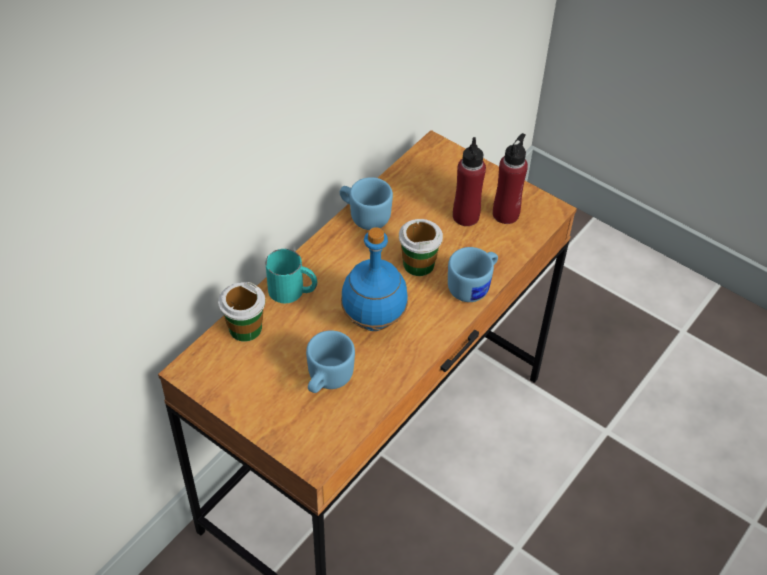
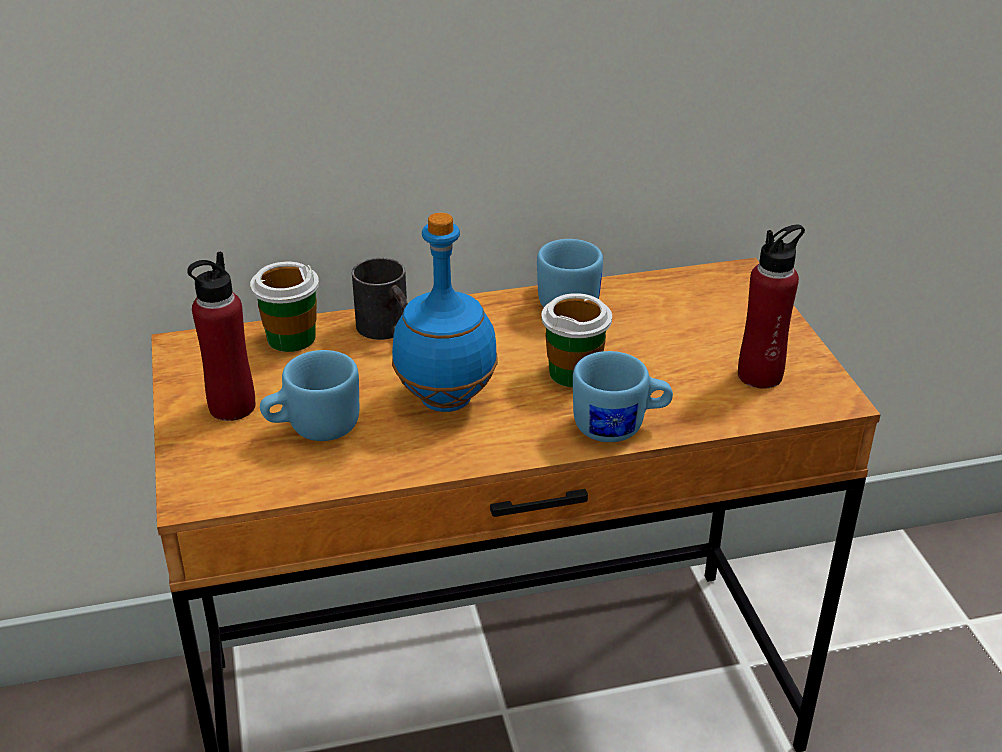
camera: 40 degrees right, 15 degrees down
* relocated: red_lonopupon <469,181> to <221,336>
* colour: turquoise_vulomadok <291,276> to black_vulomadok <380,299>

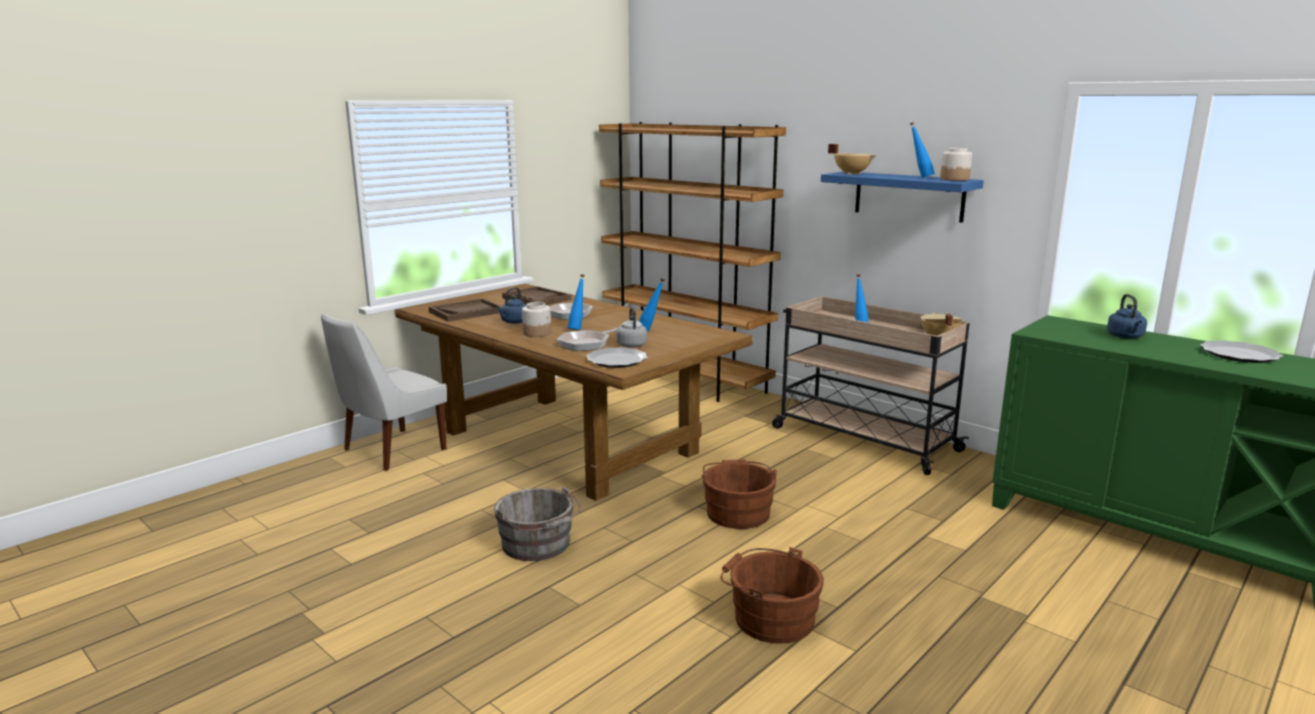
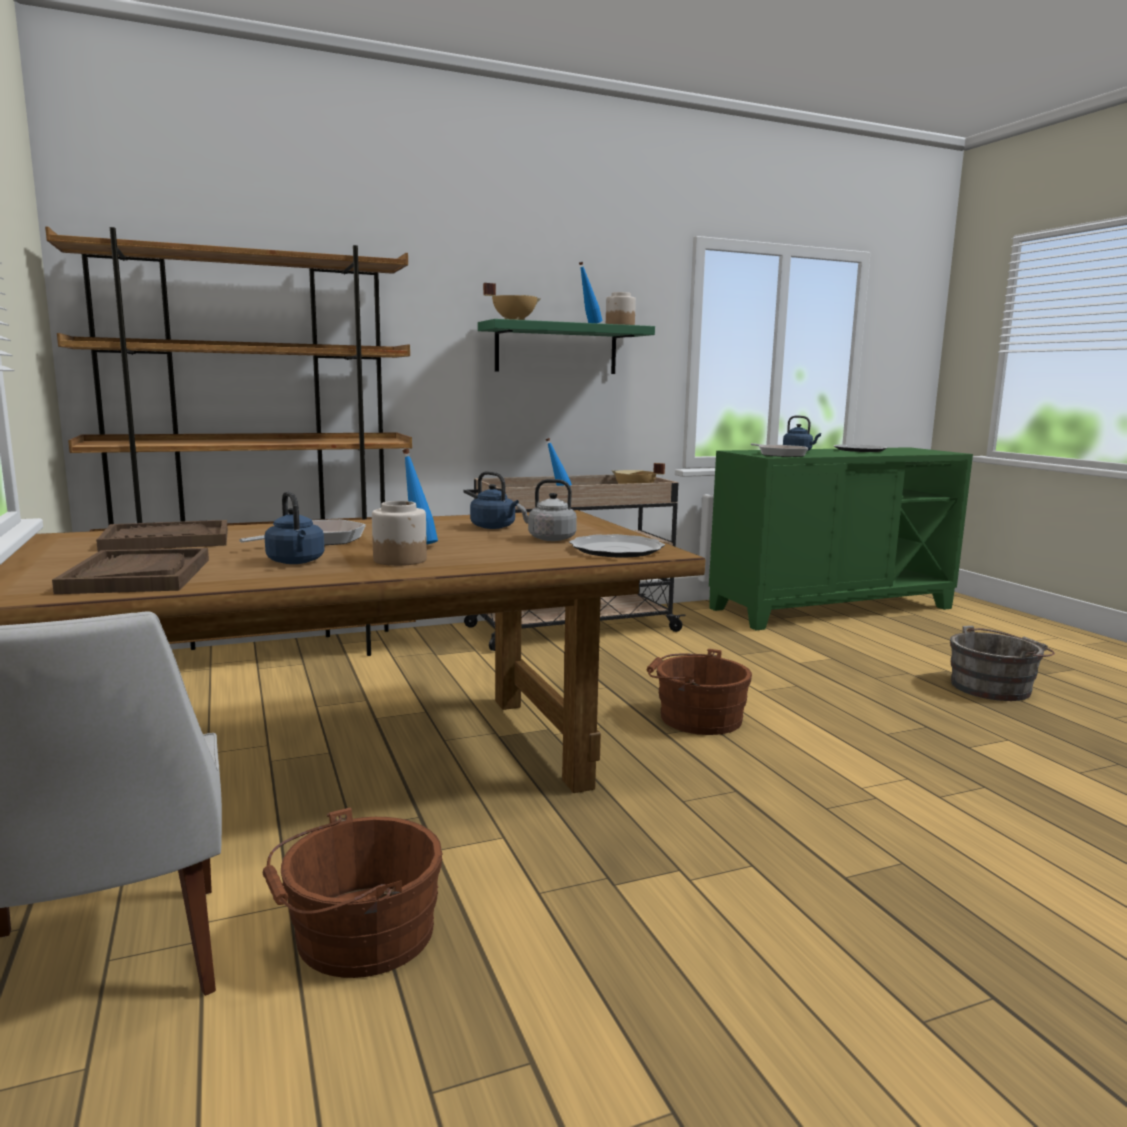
camera: 65 degrees left, 5 degrees down
* relocated: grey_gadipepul <537,523> to <1002,663>
* relocated: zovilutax <587,339> to <779,450>
* relocated: brown_gadipepul <772,595> to <353,892>
* exchanged: blue_lonopupon <651,305> to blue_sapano <494,500>
* colour: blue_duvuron <902,197> to green_duvuron <566,346>

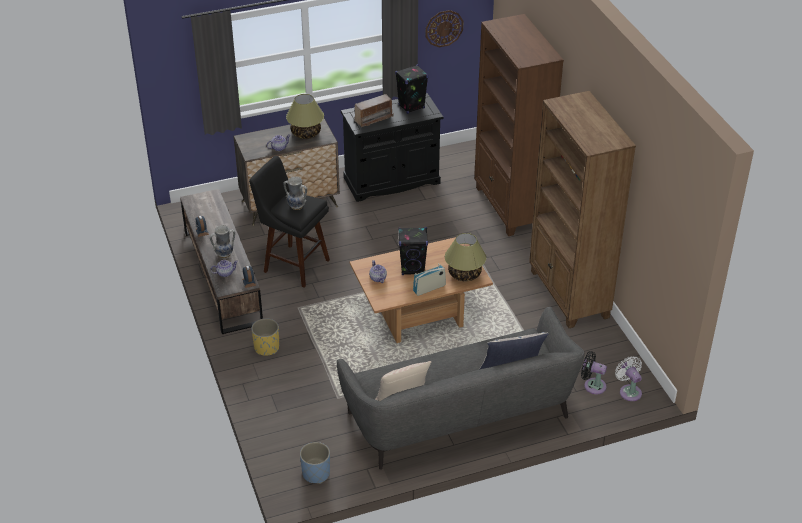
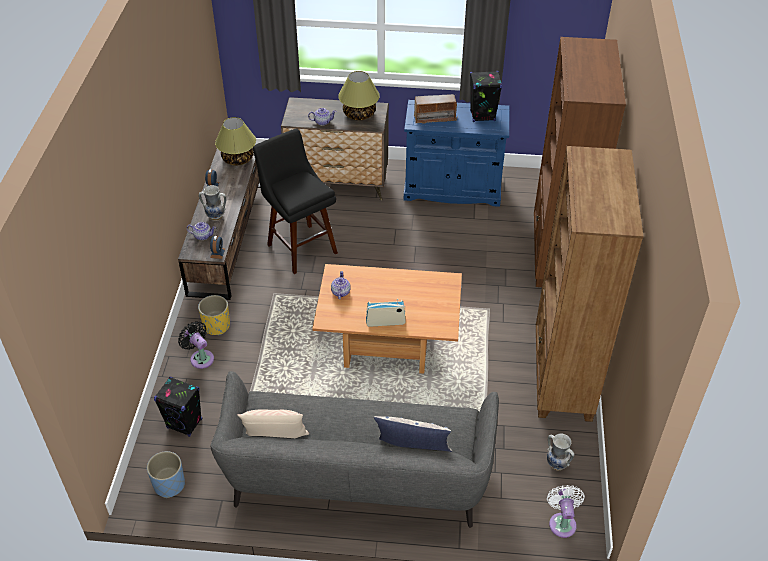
camera: 25 degrees right, 5 degrees up
* missing: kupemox <445,28>
* relocated: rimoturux <295,193> to <561,451>
* relocated: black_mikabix <413,251> to <178,407>
* relocated: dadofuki <465,257> to <235,141>
* relocated: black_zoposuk <594,372> to <196,345>
* colour: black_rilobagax <392,147> to blue_rilobagax <456,153>

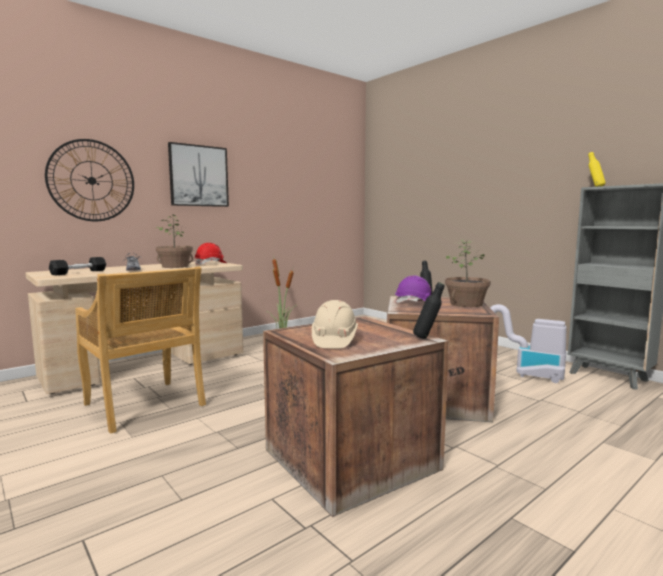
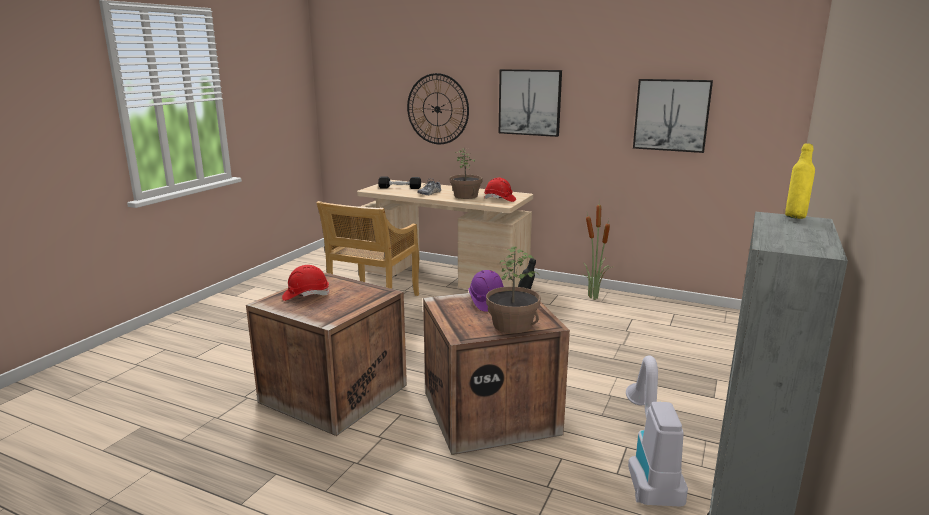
camera: 65 degrees right, 10 degrees up
* missing: black_lonopupon <428,310>
* appeared: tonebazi <673,116>
* colour: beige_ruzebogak <335,324> to red_ruzebogak <306,283>

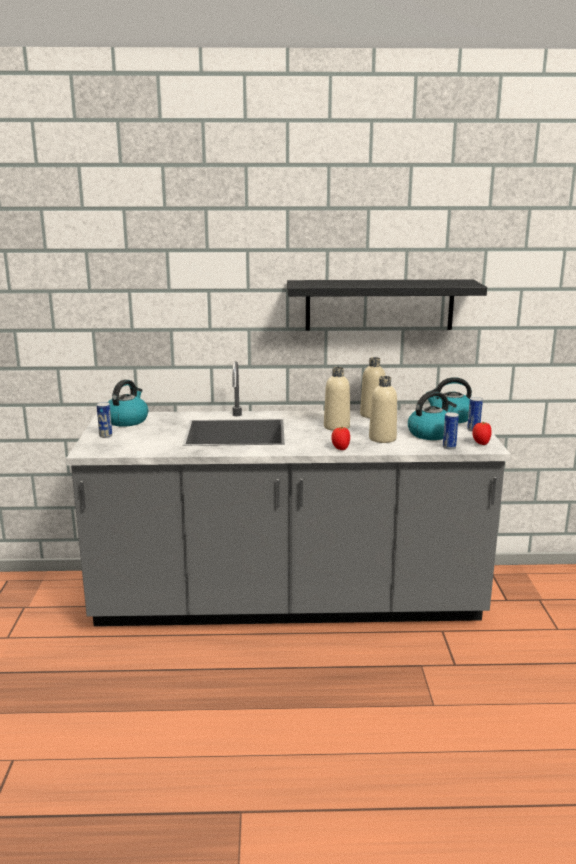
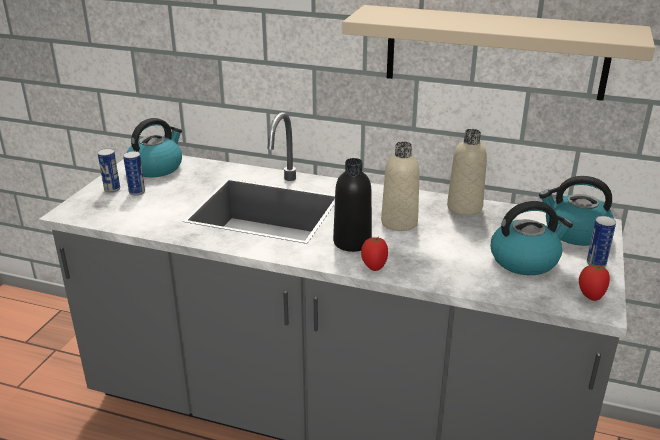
camera: 20 degrees right, 10 degrees up
* missing: beige_lonopupon <383,409>
* appeared: black_lonopupon <352,205>
* relocated: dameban <451,431> to <134,173>
* colour: black_duvuron <387,305> to beige_duvuron <498,53>

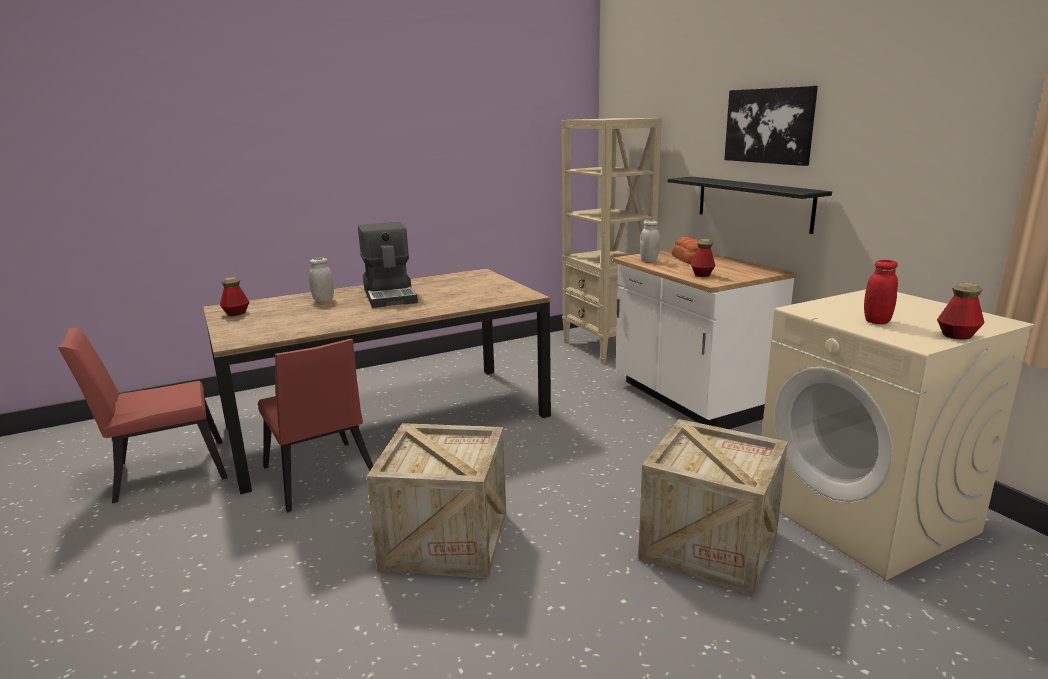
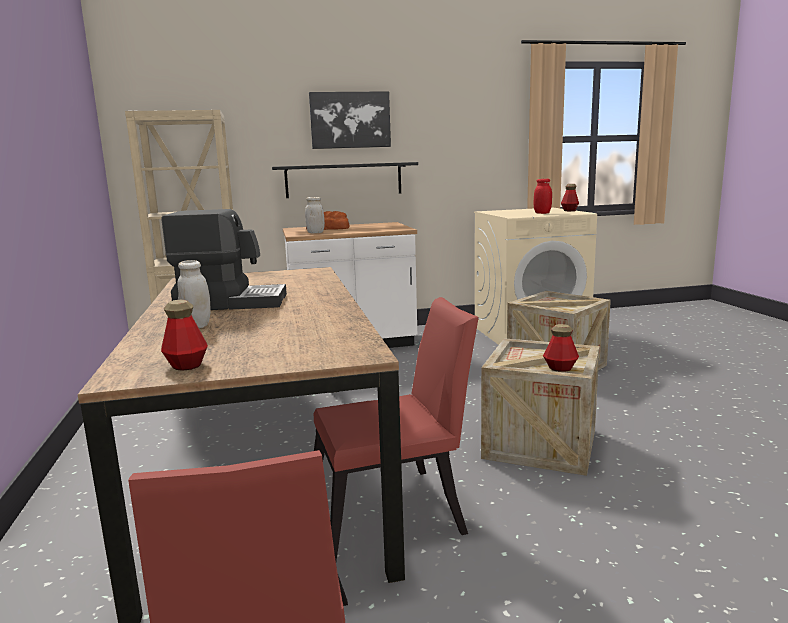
camera: 75 degrees left, 5 degrees down
* relocated: lonopupon <703,258> to <561,348>

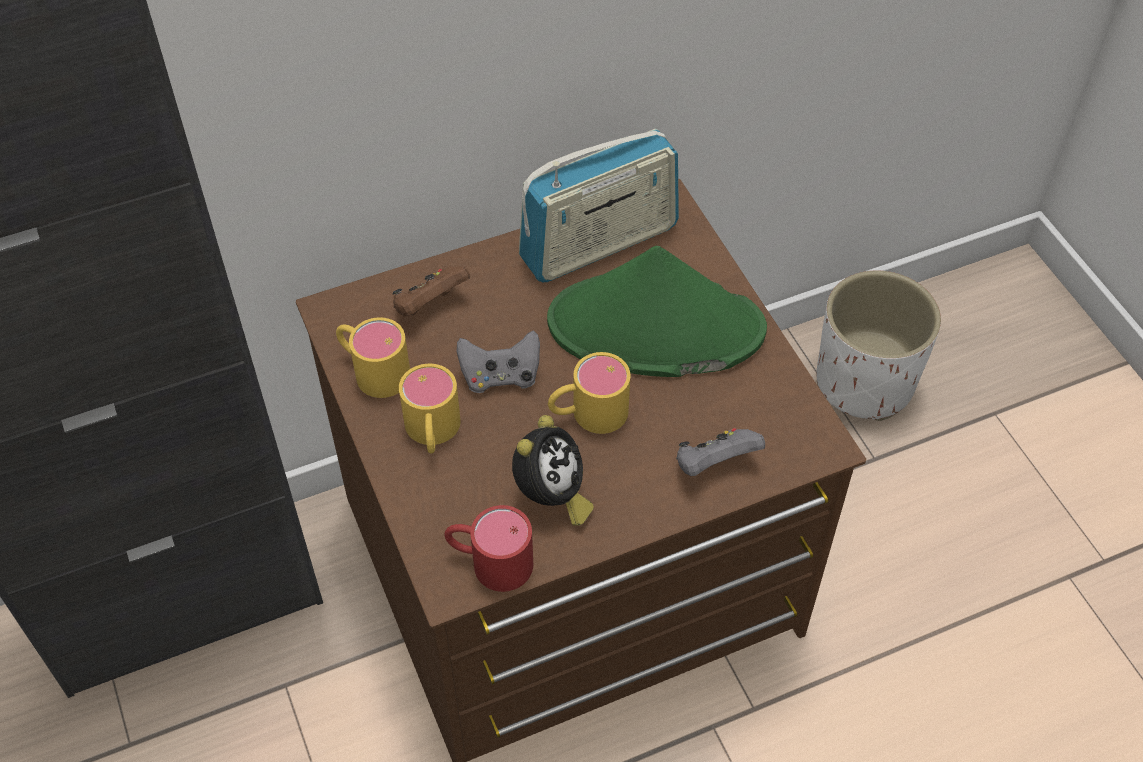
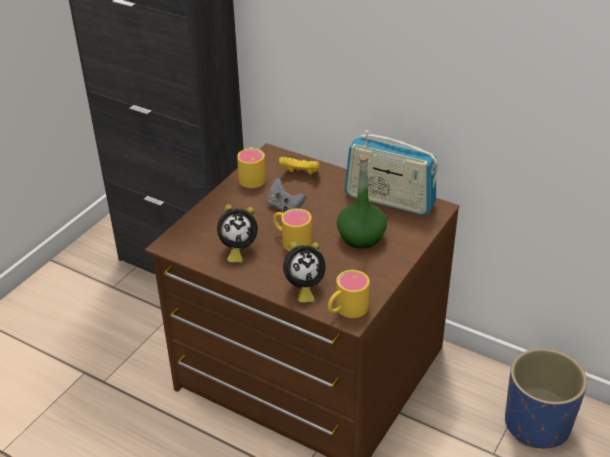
camera: 55 degrees right, 15 degrees down
* missing: red_vulomadok <488,548>
* relocated: yellow_vulomadok <430,409> to <349,294>
* exchanged: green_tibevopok <657,311> to green_lonopupon <362,202>
* exchanged: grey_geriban <720,452> to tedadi <304,272>
* colour: brown_geriban <431,291> to yellow_geriban <299,165>
* colour: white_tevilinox <878,346> to blue_tevilinox <546,398>

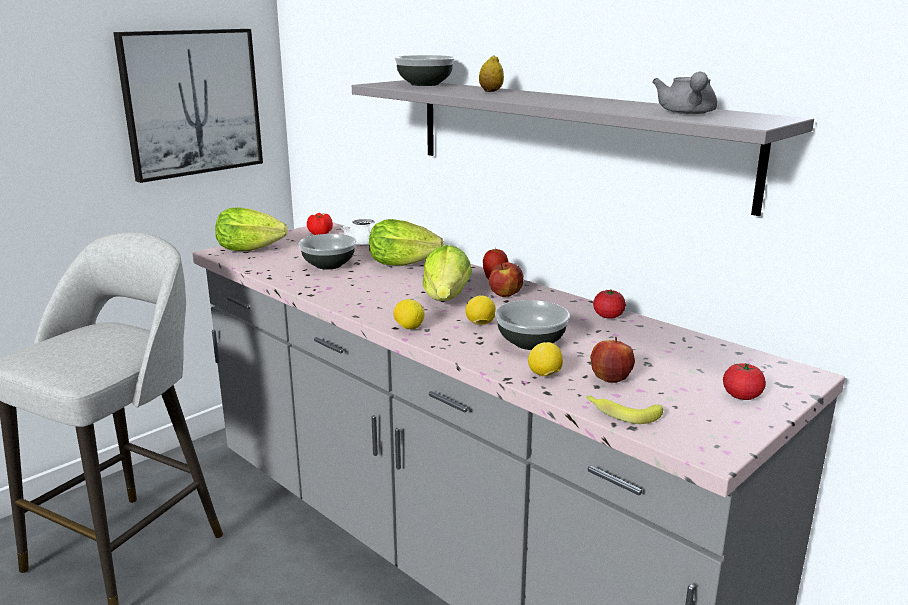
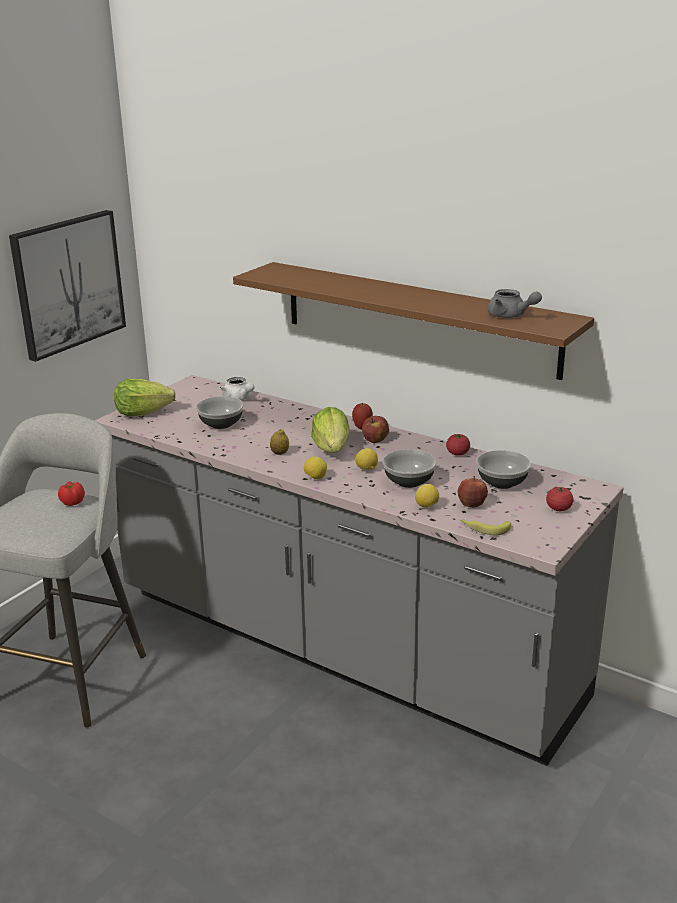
camera: 10 degrees left, 5 degrees up
* missing: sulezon <406,242>
* relocated: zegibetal <320,224> to <71,493>
* relocated: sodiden <424,70> to <503,469>
* relocated: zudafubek <491,73> to <279,442>
* colour: grey_duvuron <583,148> to brown_duvuron <413,321>
* spun: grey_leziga <684,93> = <515,303> 45 degrees counterclockwise

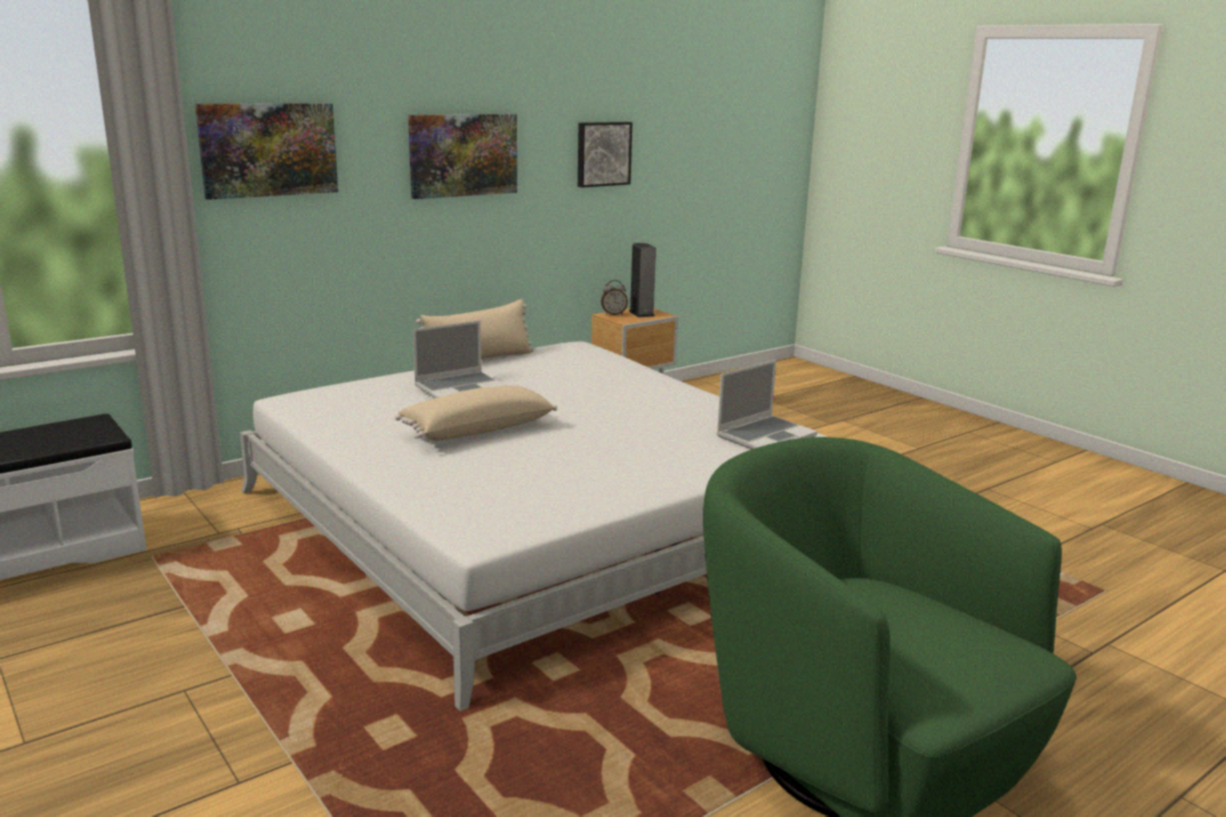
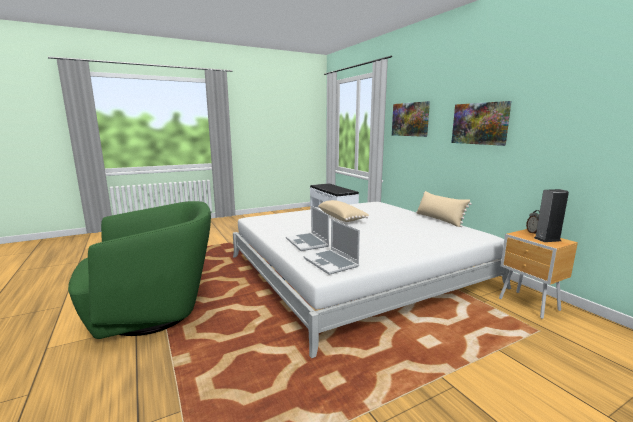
camera: 100 degrees right, 5 degrees down
* missing: tonebazi <605,155>
* relocated: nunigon <459,359> to <307,228>

